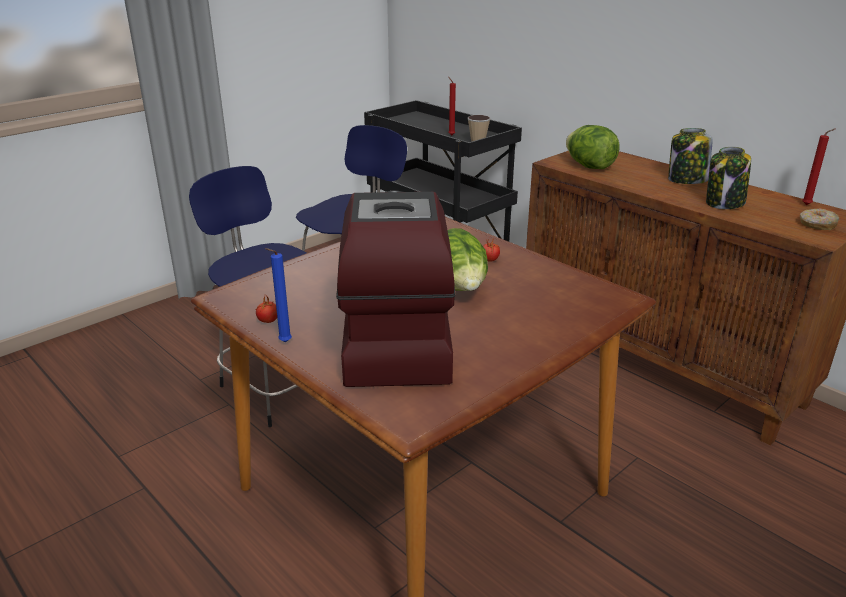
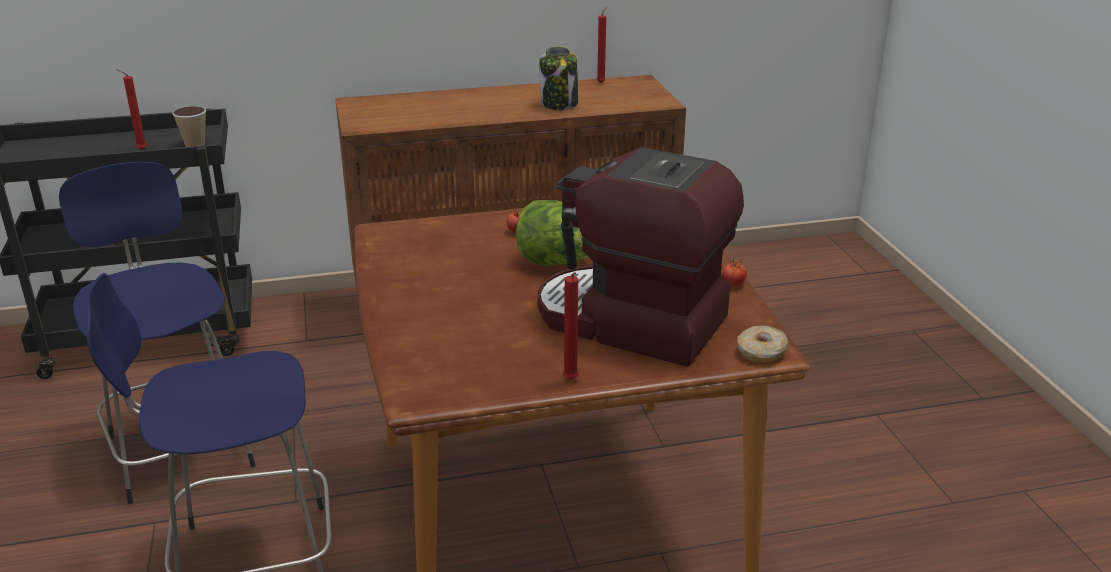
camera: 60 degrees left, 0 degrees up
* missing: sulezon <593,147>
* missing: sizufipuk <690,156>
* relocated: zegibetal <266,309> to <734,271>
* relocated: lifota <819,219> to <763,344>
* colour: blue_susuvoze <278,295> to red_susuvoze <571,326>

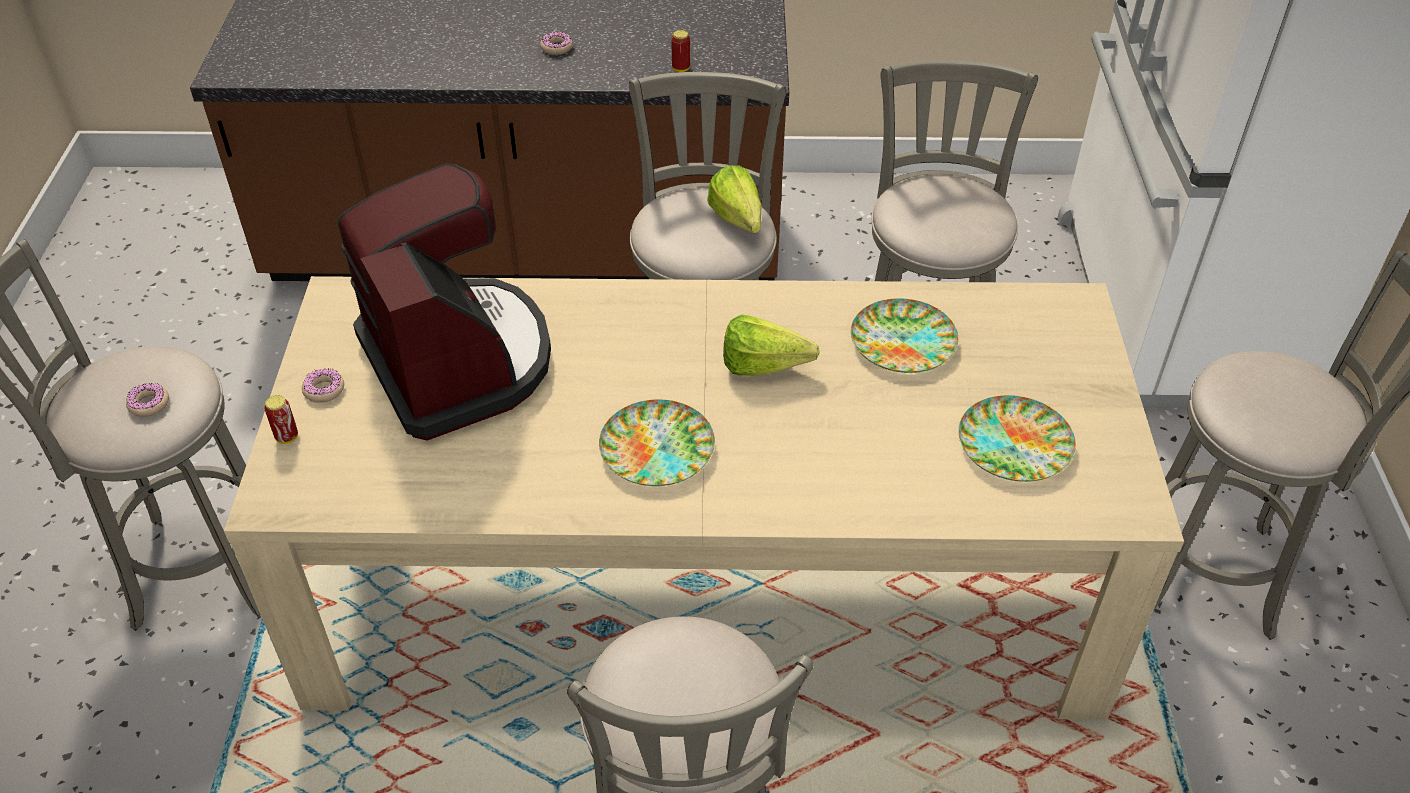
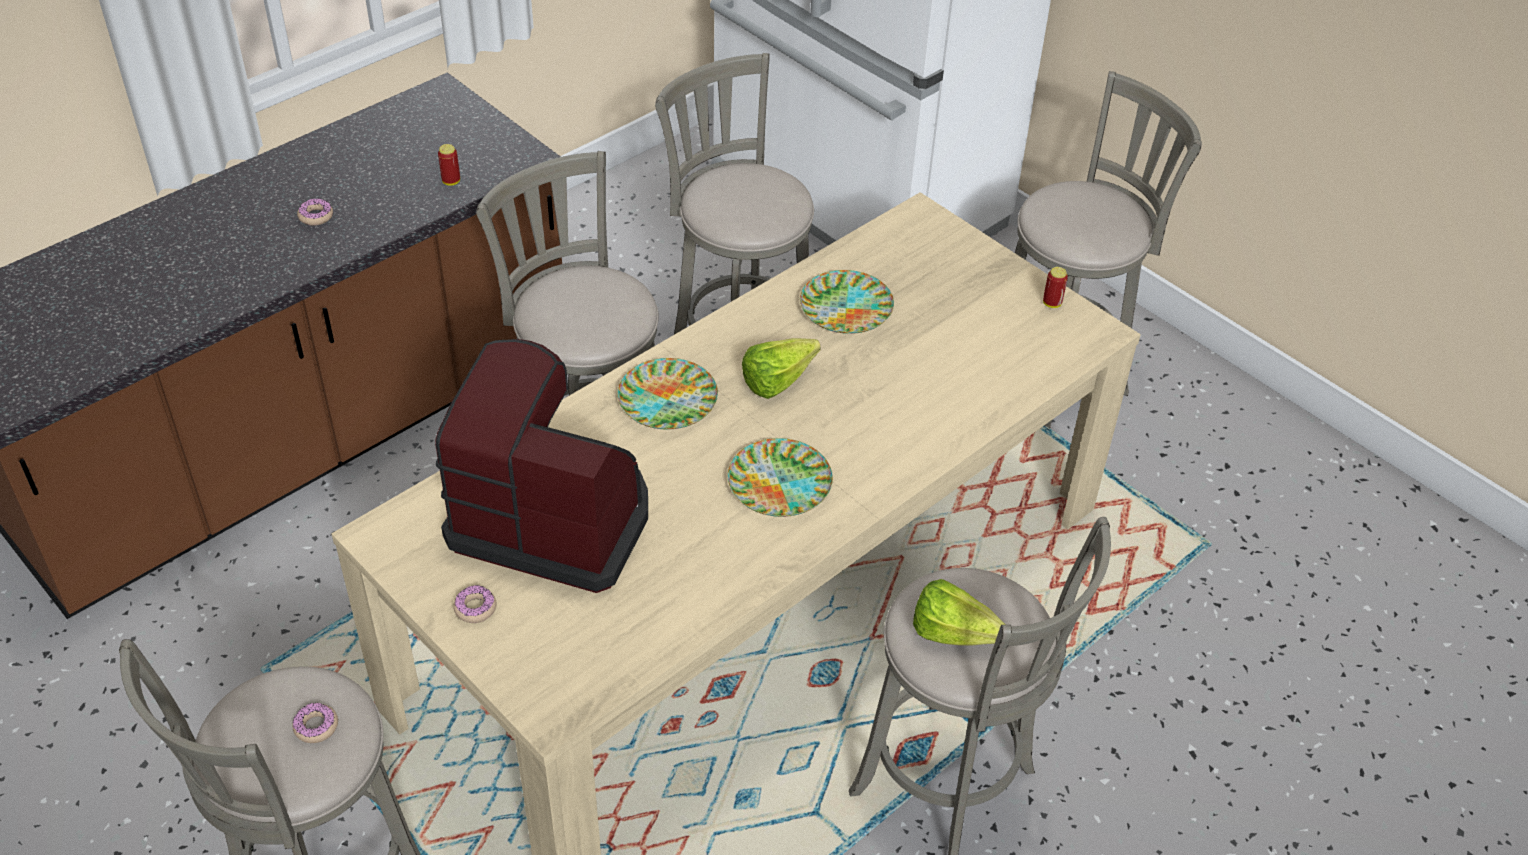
camera: 45 degrees left, 0 degrees up
* relocated: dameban <281,419> to <1055,287>
* relocated: sulezon <734,199> to <959,612>
* relocated: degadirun <1017,438> to <667,393>

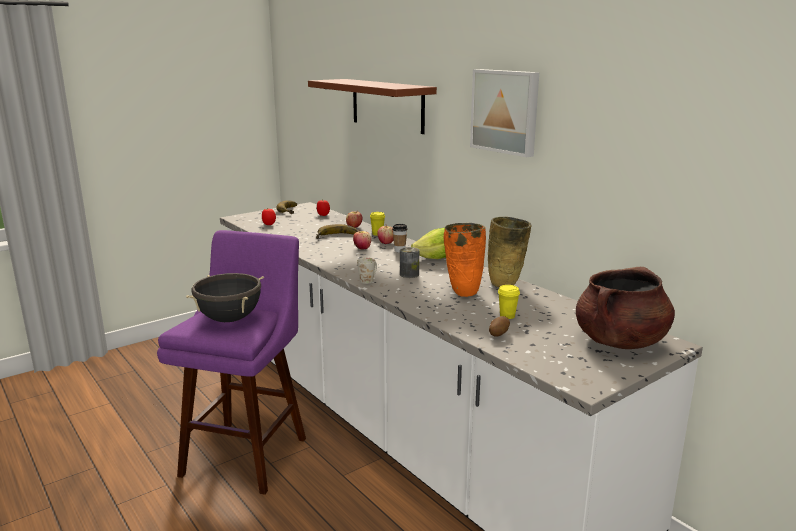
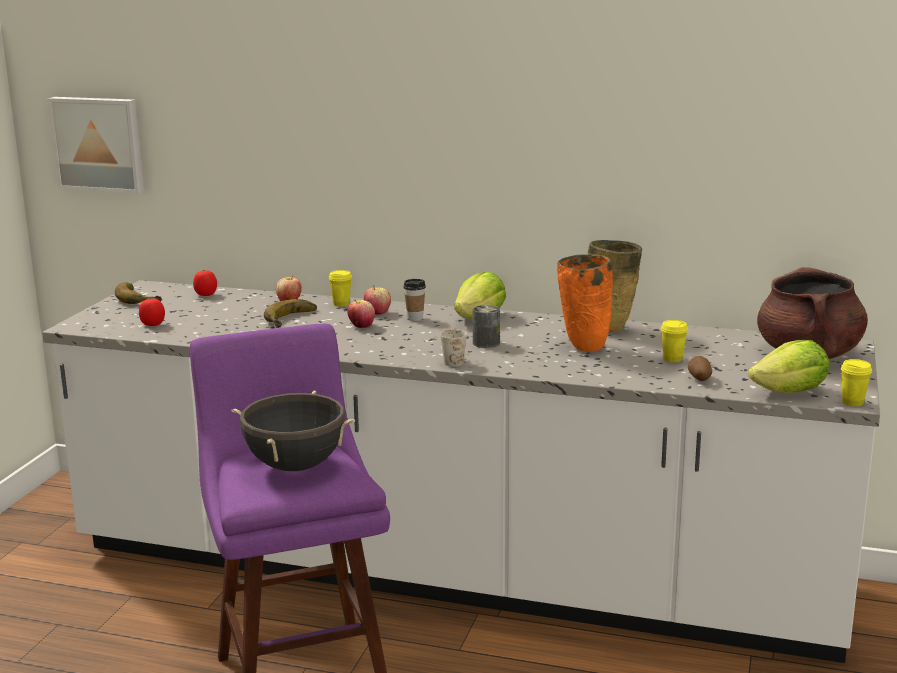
camera: 35 degrees left, 0 degrees up
* missing: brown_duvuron <372,106>
* appeared: sulezon <788,366>
* appeared: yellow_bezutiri <856,382>
* relocated: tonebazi <504,113> to <96,145>

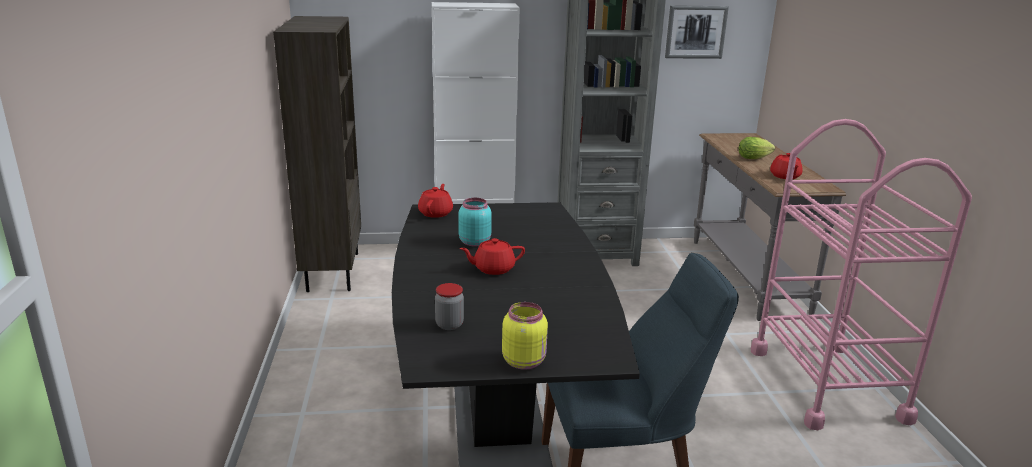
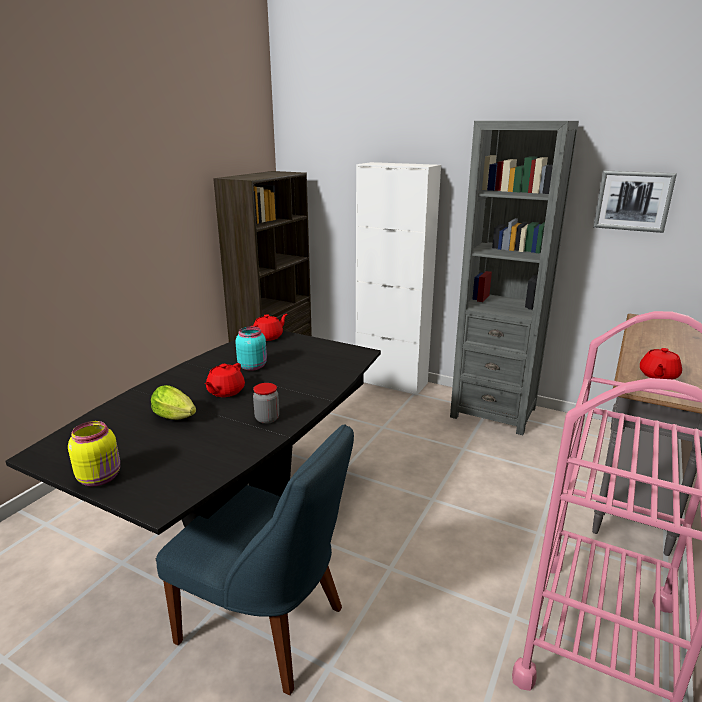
camera: 35 degrees right, 0 degrees up
* relocated: sizufipuk <449,306> to <266,403>
* relocated: sulezon <757,148> to <173,402>
* spun: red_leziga <492,256> = <225,380> 90 degrees counterclockwise

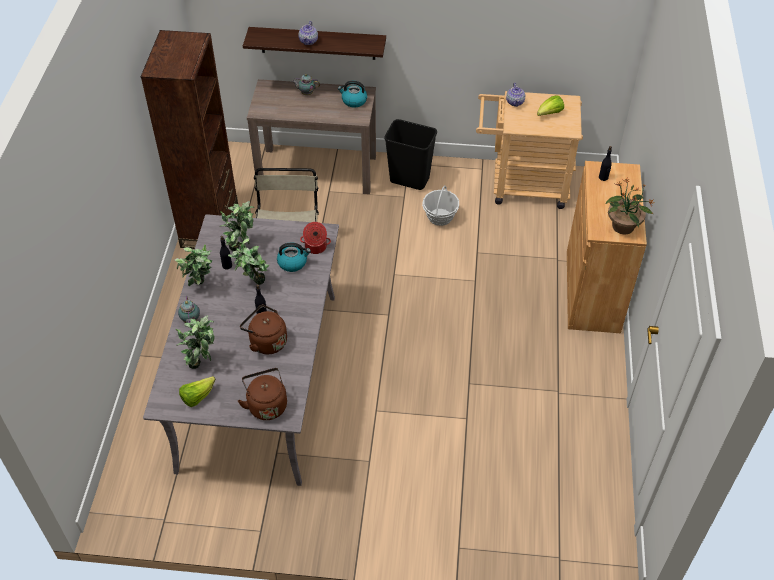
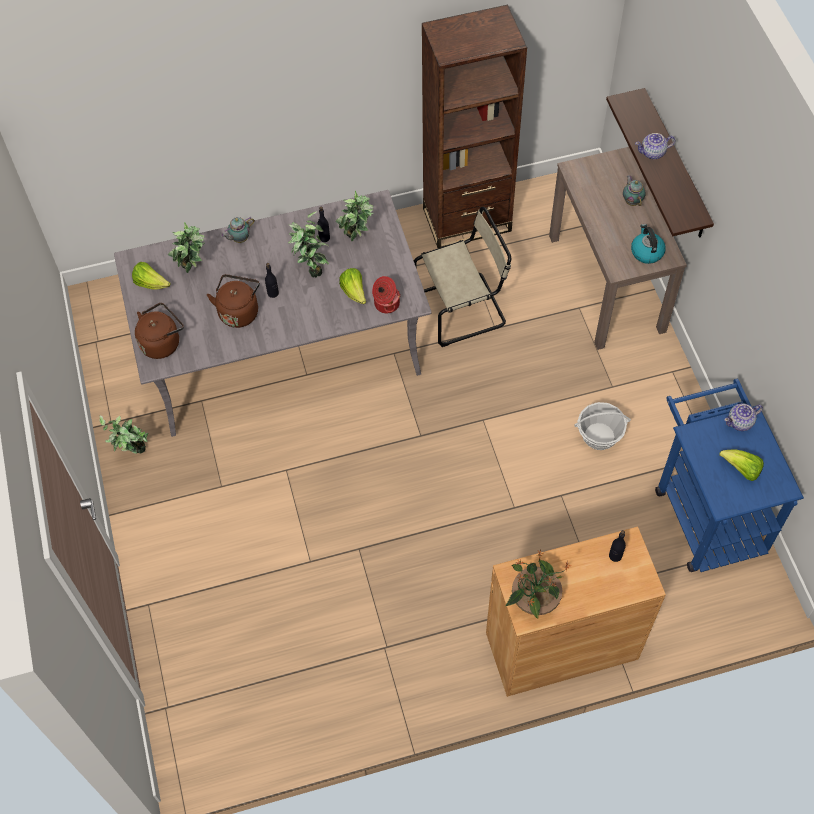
camera: 70 degrees right, 10 degrees up
* missing: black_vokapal <410,154>
* relocated: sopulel <193,265> to <123,434>
* exchanged: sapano <294,257> to sulezon <352,286>
* colour: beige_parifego <529,150> to blue_parifego <729,475>

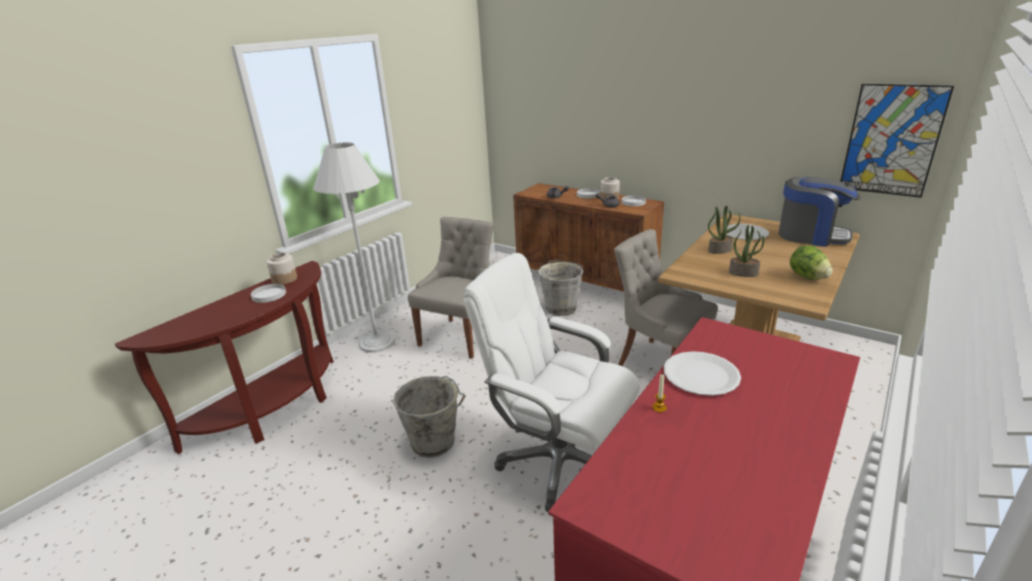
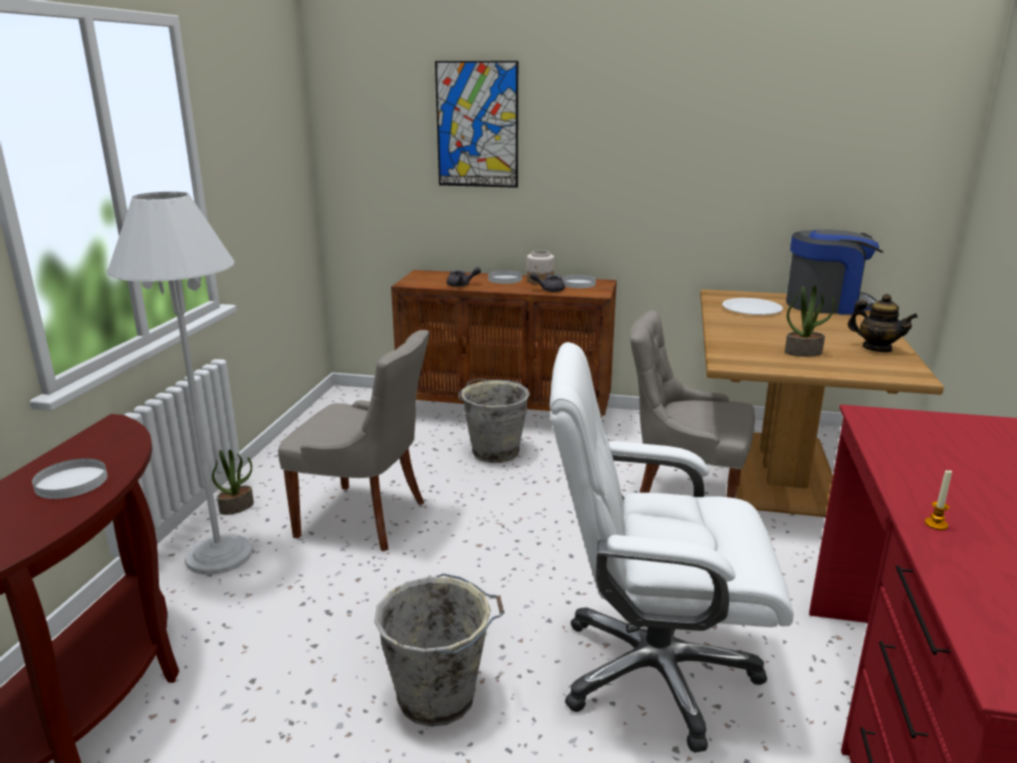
camera: 25 degrees left, 5 degrees down
* missing: sizufipuk <281,268>
* missing: white_degadirun <702,373>
* relocated: sopulel <724,230> to <233,482>
* relocated: tonebazi <897,141> to <476,124>
* exchanged: sulezon <811,262> to leziga <883,323>
* spun: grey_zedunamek <451,288> = <353,440> 105 degrees clockwise

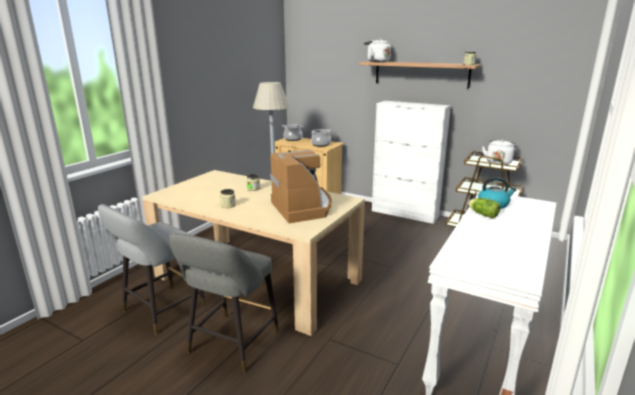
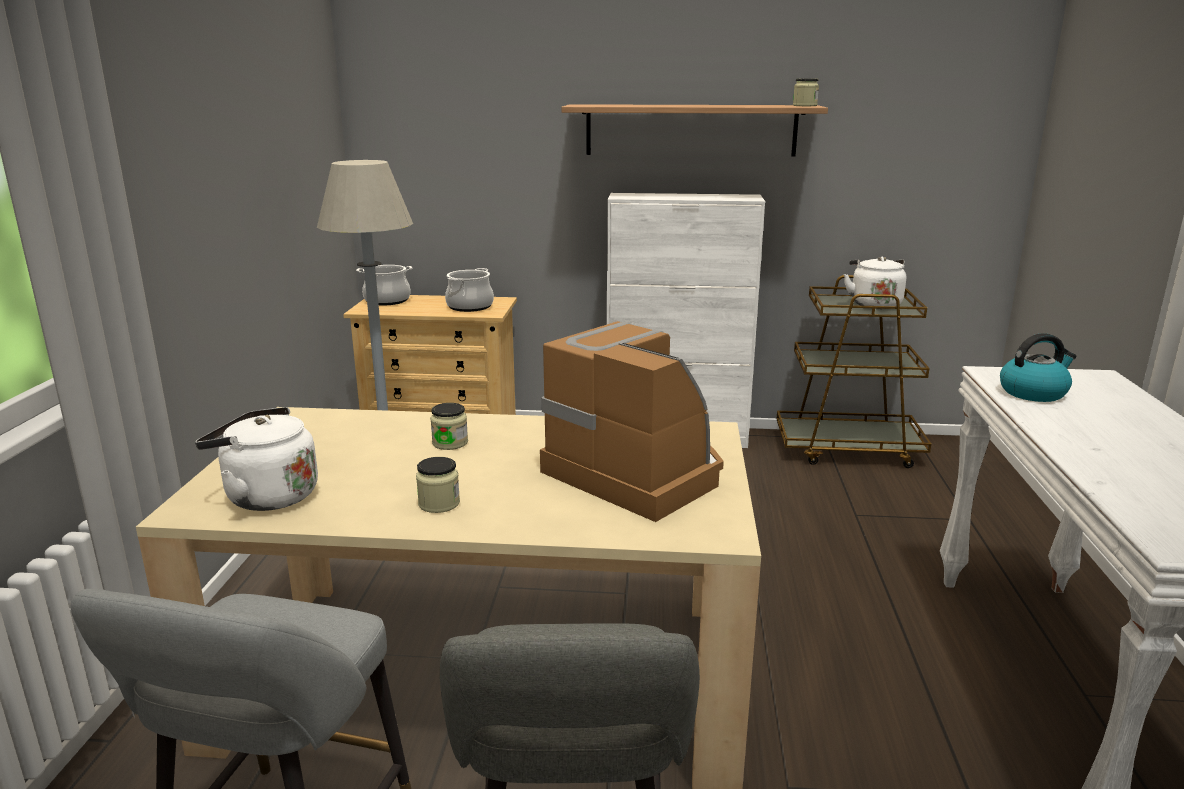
camera: 25 degrees left, 0 degrees up
* missing: sulezon <484,208>
* relocated: white_sapano <377,50> to <256,459>

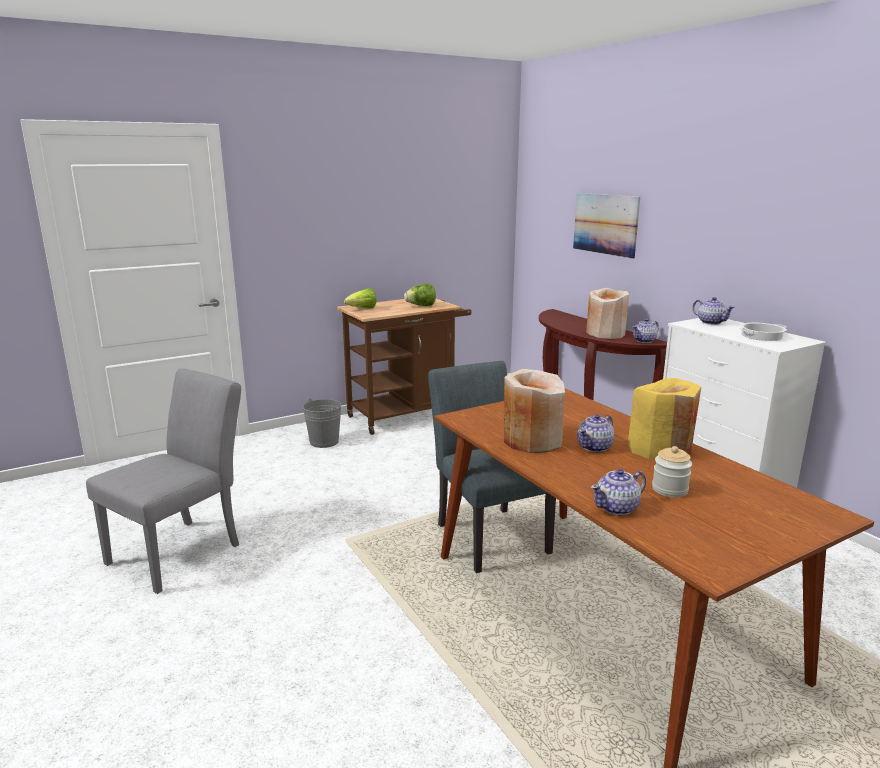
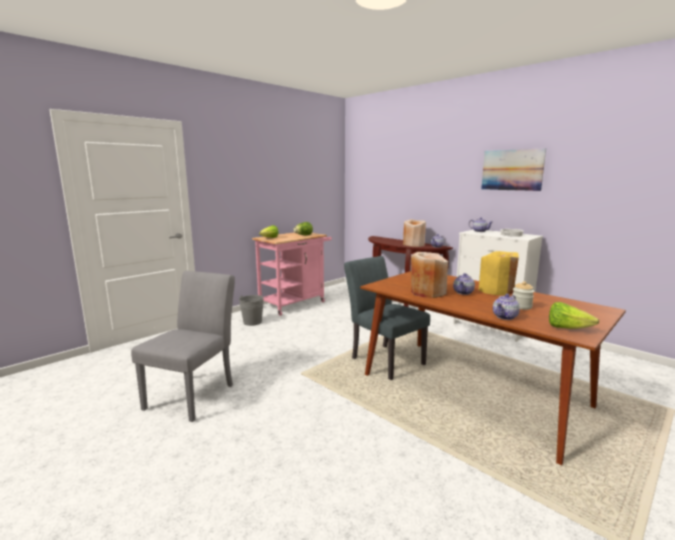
camera: 15 degrees left, 5 degrees down
* appeared: sulezon <574,315>
* relocated: tonebazi <606,225> to <513,169>
* colour: brown_parifego <404,367> to pink_parifego <292,274>

